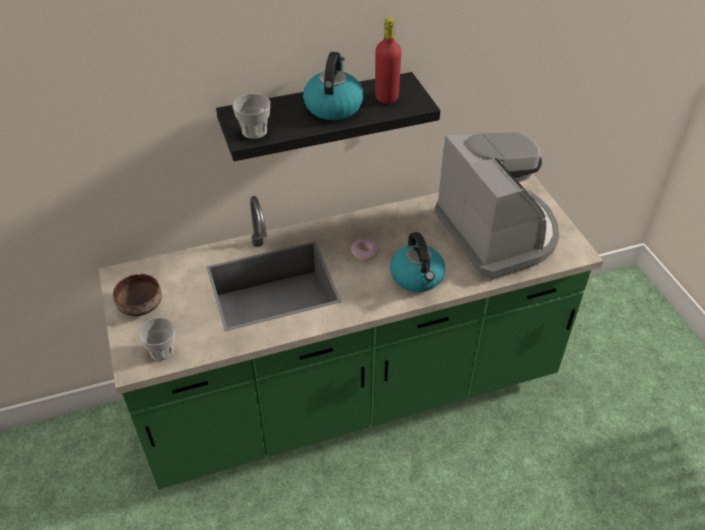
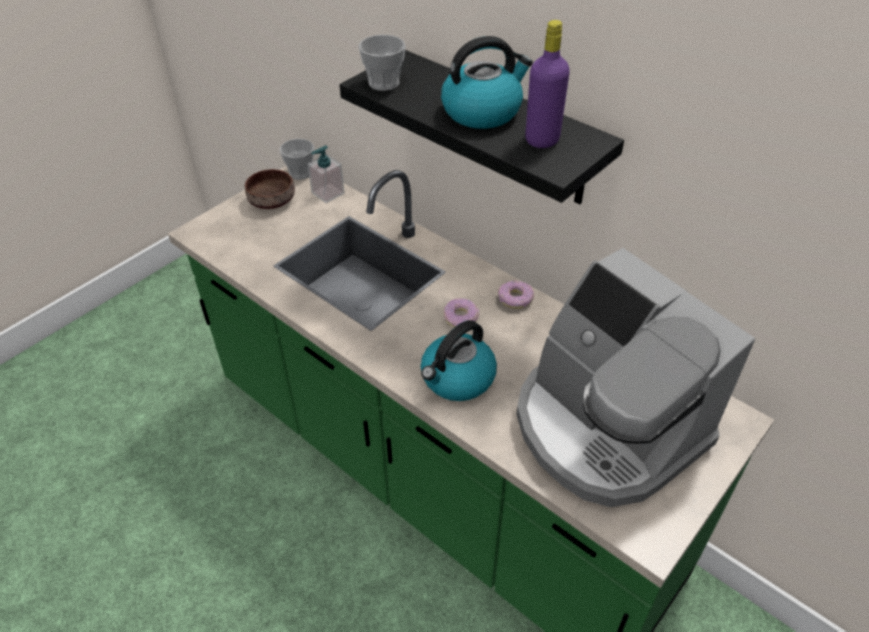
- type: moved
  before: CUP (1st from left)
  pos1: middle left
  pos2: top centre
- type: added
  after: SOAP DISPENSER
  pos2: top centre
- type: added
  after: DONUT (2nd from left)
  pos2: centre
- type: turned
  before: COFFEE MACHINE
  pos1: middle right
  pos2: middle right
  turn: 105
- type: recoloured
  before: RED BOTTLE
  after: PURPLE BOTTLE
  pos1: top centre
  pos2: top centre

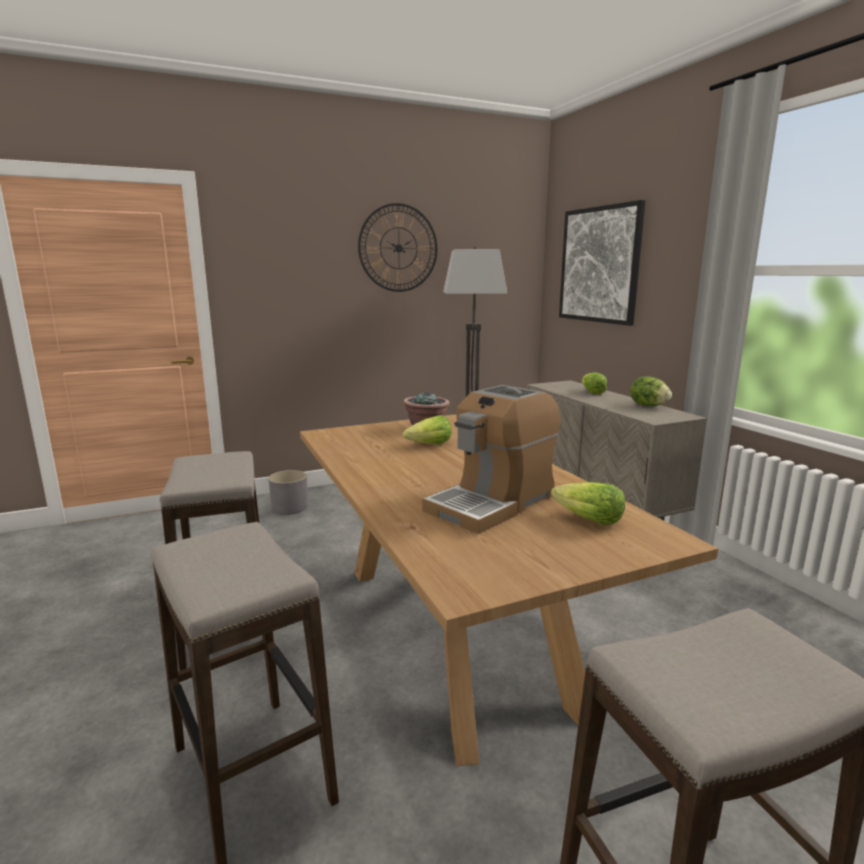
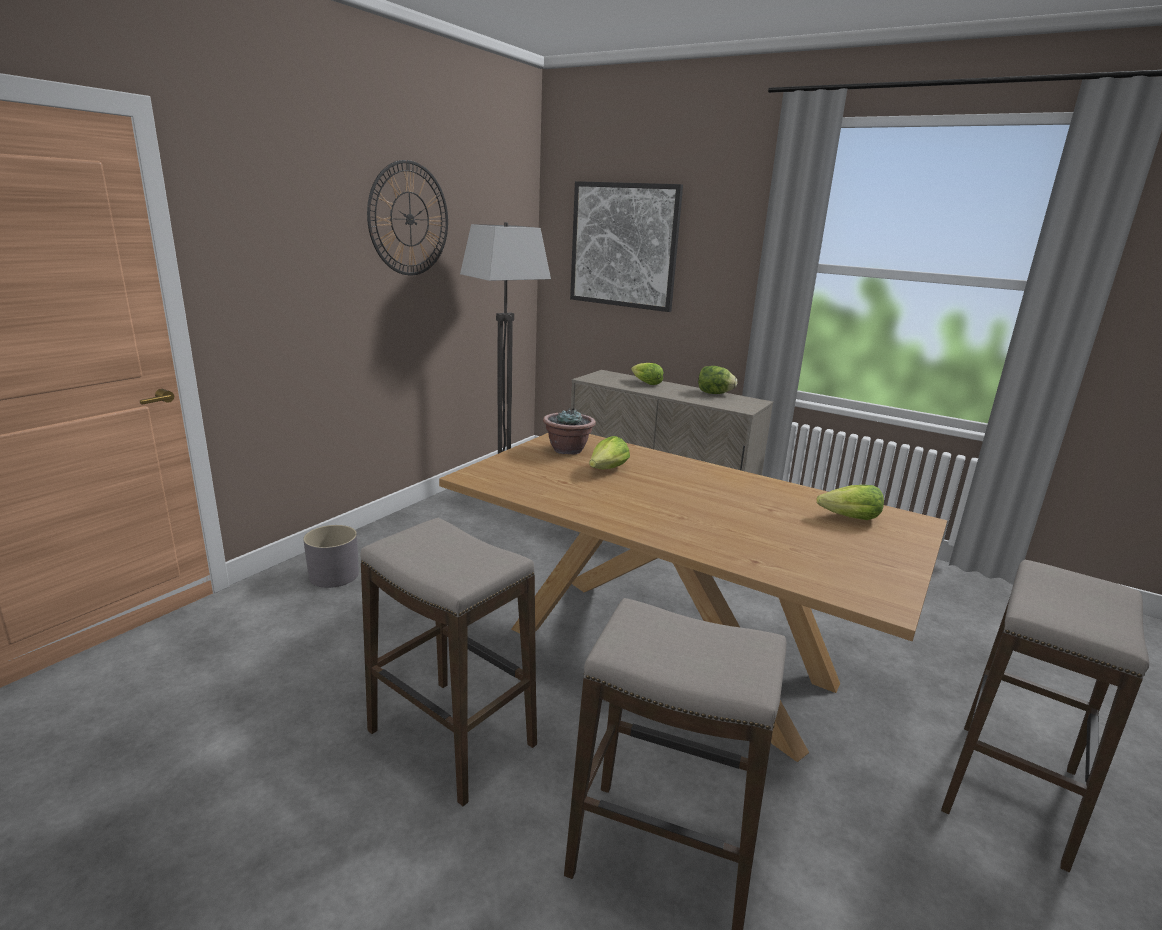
- type: removed
  before: COFFEE MACHINE
  pos1: centre

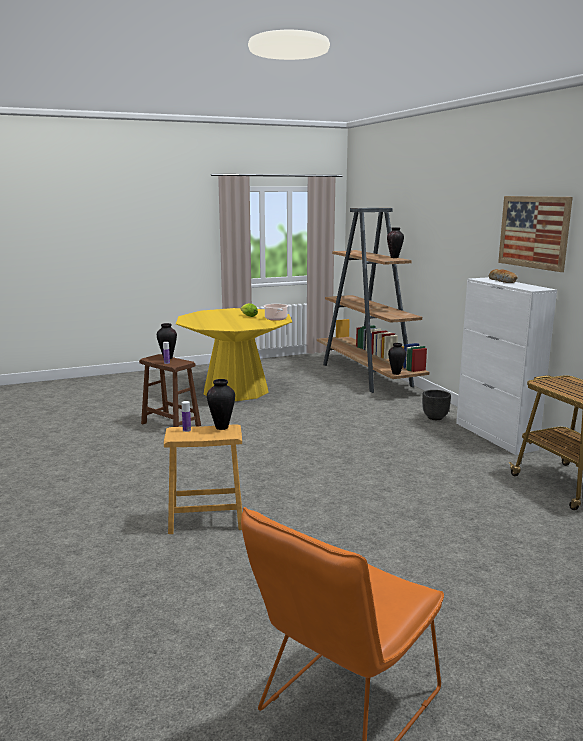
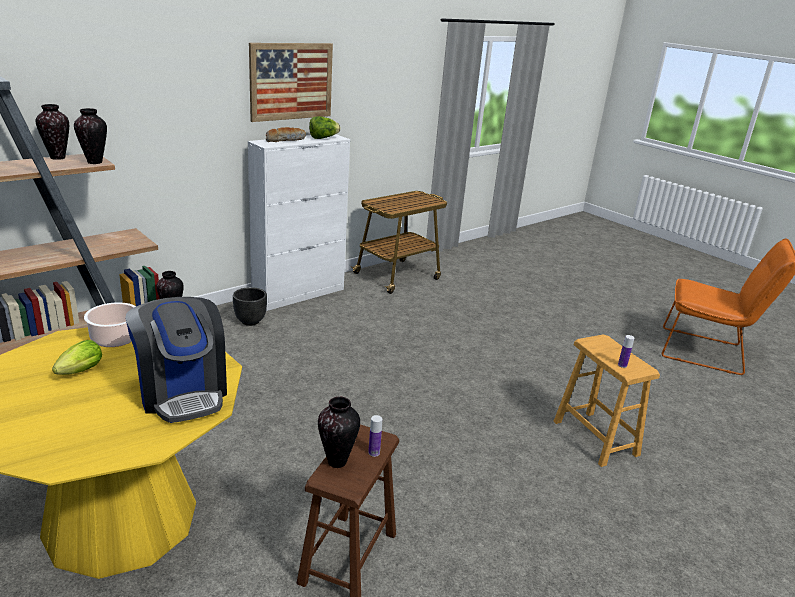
- type: moved
  before: VASE (2nd from left)
  pos1: centre
  pos2: top left
- type: added
  after: COFFEE MACHINE
  pos2: middle left
- type: added
  after: LETTUCE (2nd from left)
  pos2: top centre

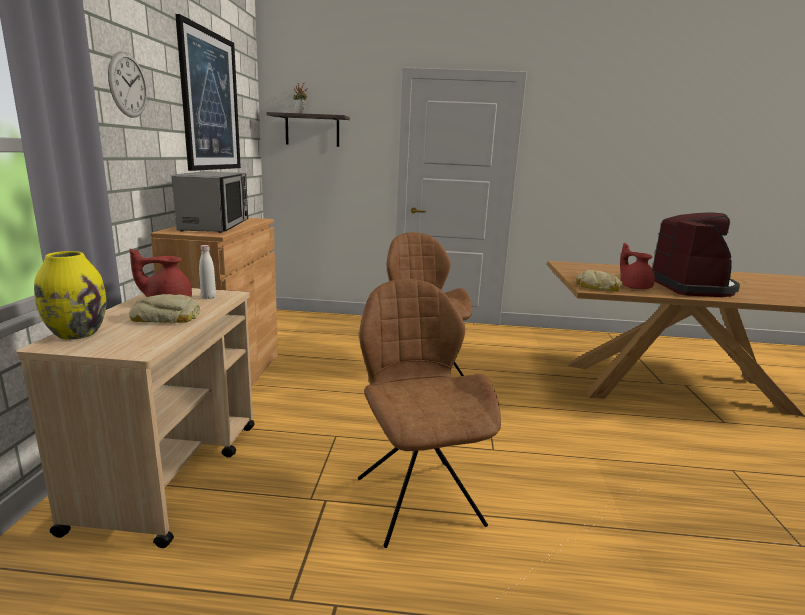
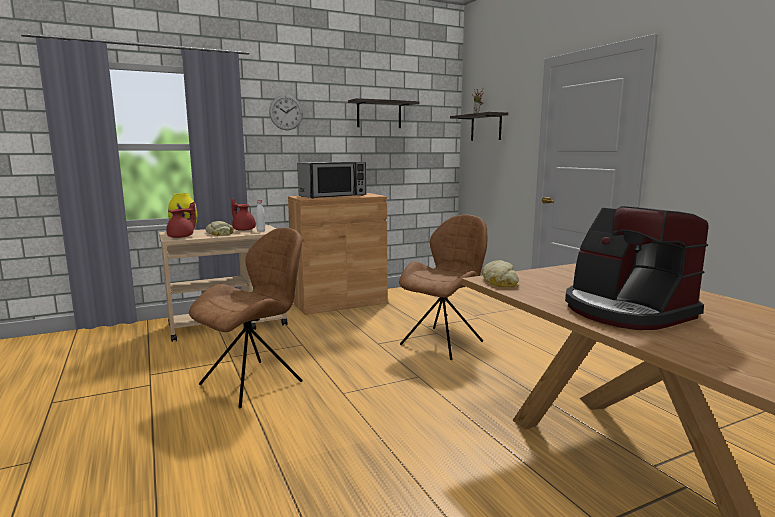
- type: moved
  before: RED TEAPOT (2nd from left in the first image)
  after: RED TEAPOT (1st from left)
  pos1: middle right
  pos2: middle left
- type: replaced
  before: PICTURE
  after: SHELF (1st from left)
  pos1: top left
  pos2: top centre
- type: turned
  before: COFFEE MACHINE
  pos1: middle right
  pos2: middle right
  turn: 90

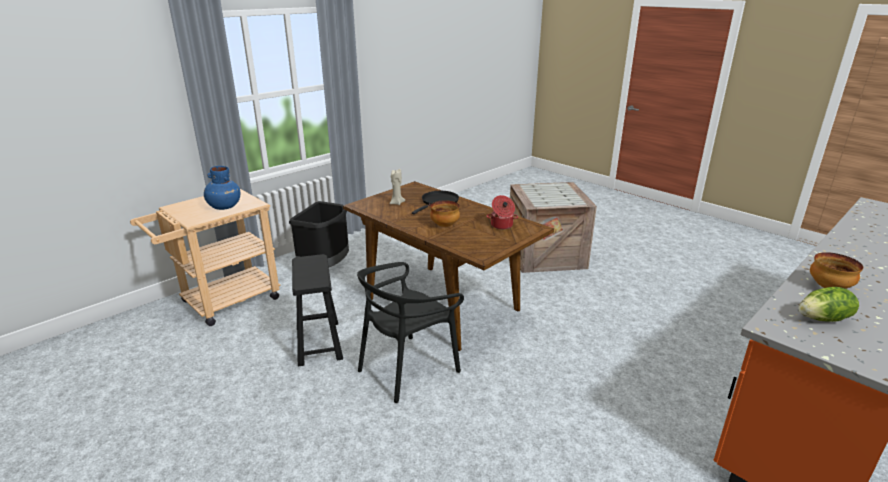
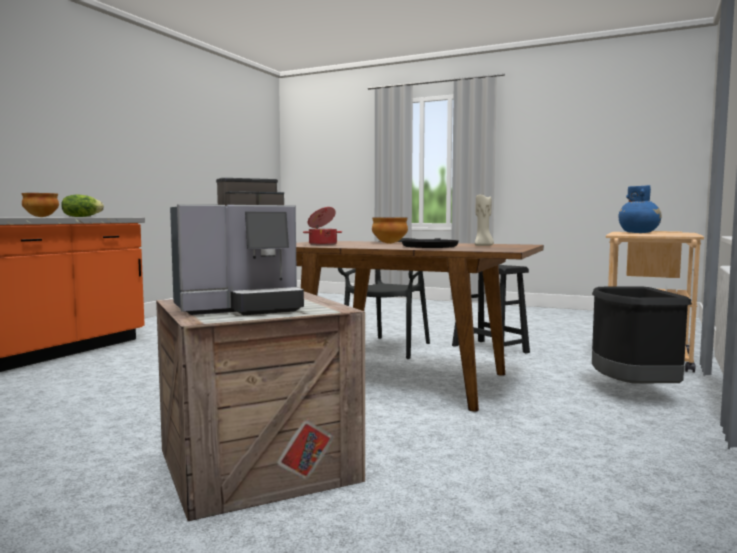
- type: added
  after: COFFEE MACHINE
  pos2: middle left

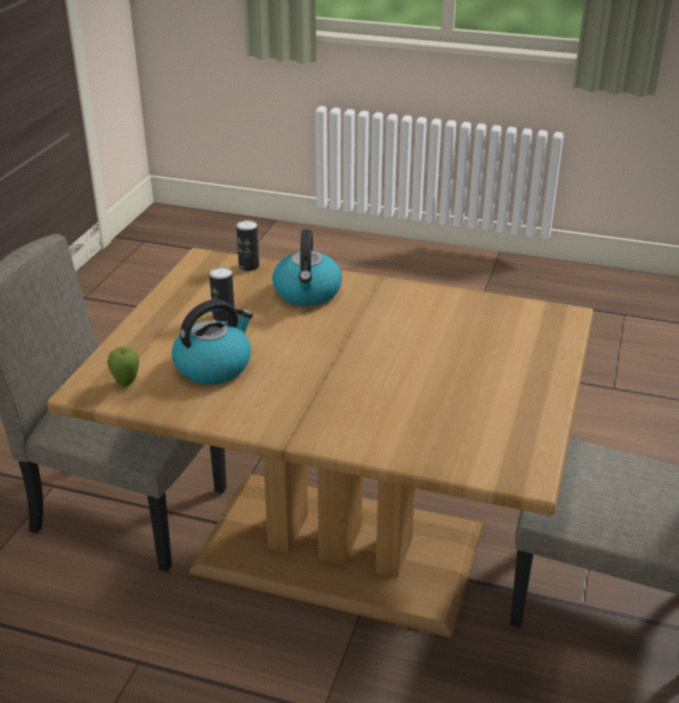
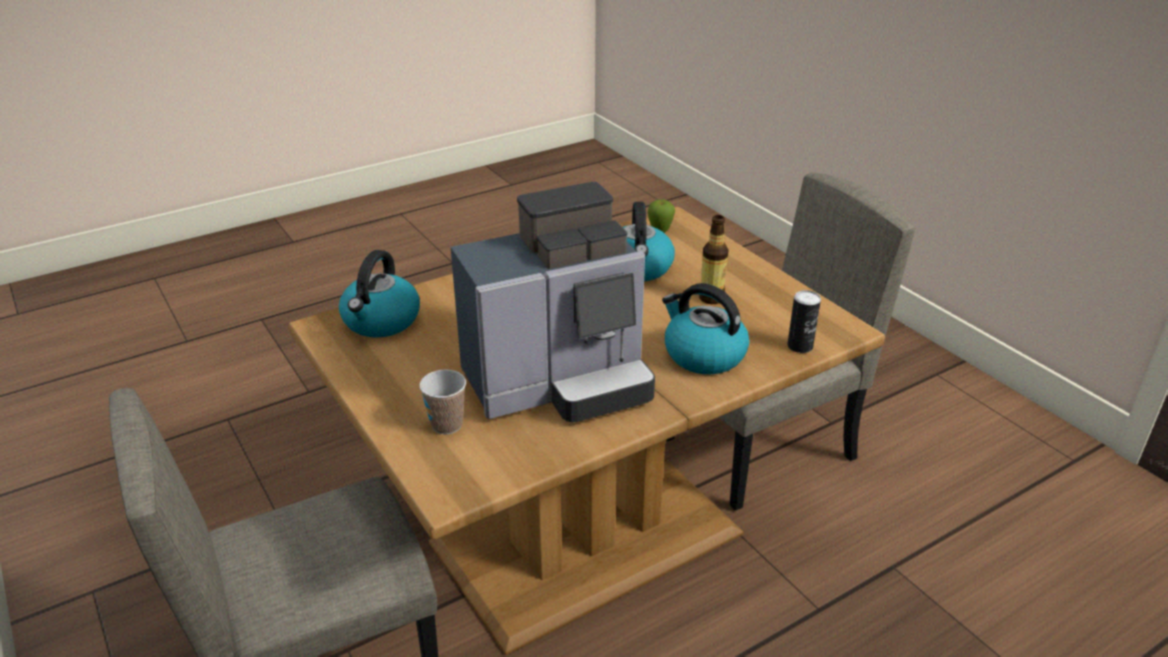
- type: added
  after: KETTLE (1st from left)
  pos2: middle left
- type: added
  after: CUP
  pos2: centre
- type: added
  after: COFFEE MACHINE
  pos2: centre
- type: replaced
  before: CAN (1st from left)
  after: BOTTLE
  pos1: middle left
  pos2: centre

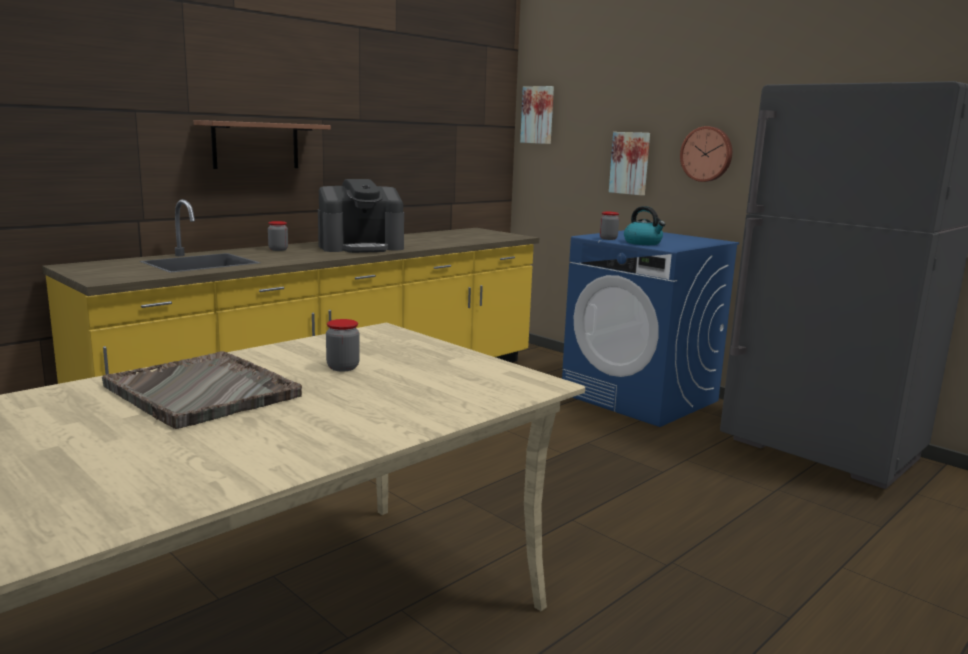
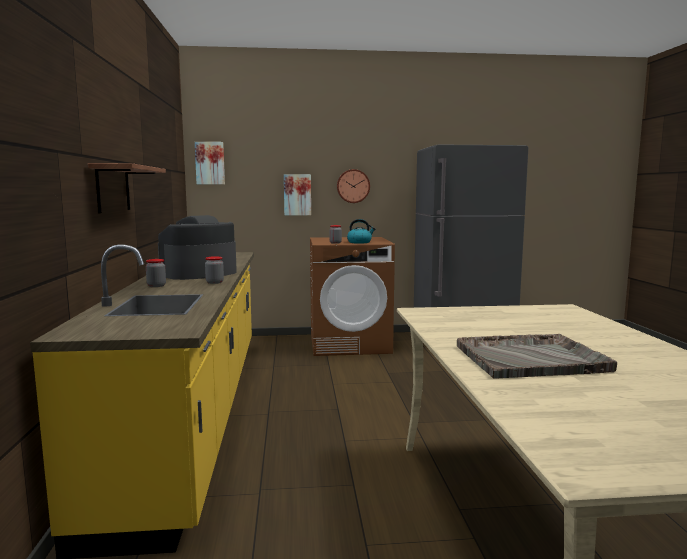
- type: turned
  before: COFFEE MACHINE
  pos1: top centre
  pos2: middle left
  turn: -150
- type: moved
  before: JAR (2nd from left)
  pos1: centre
  pos2: middle left
- type: recoloured
  before: BLUE WASHING MACHINE
  after: BROWN WASHING MACHINE
  pos1: middle right
  pos2: centre

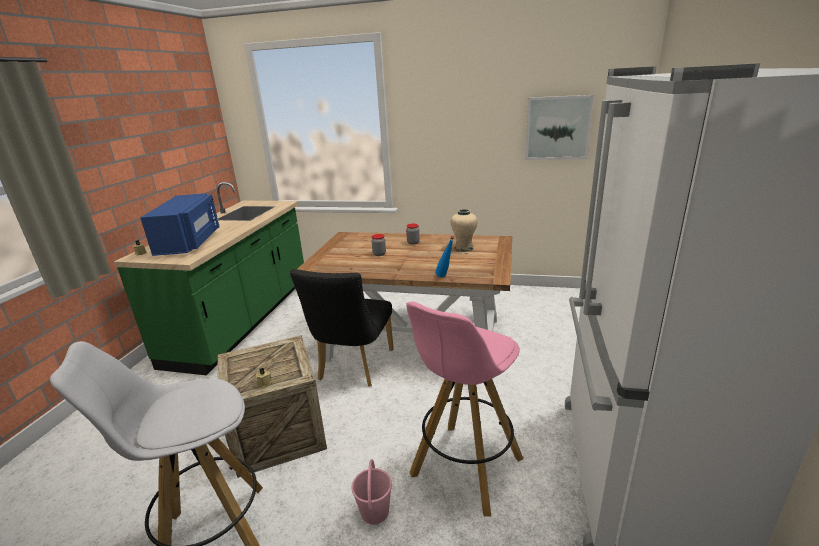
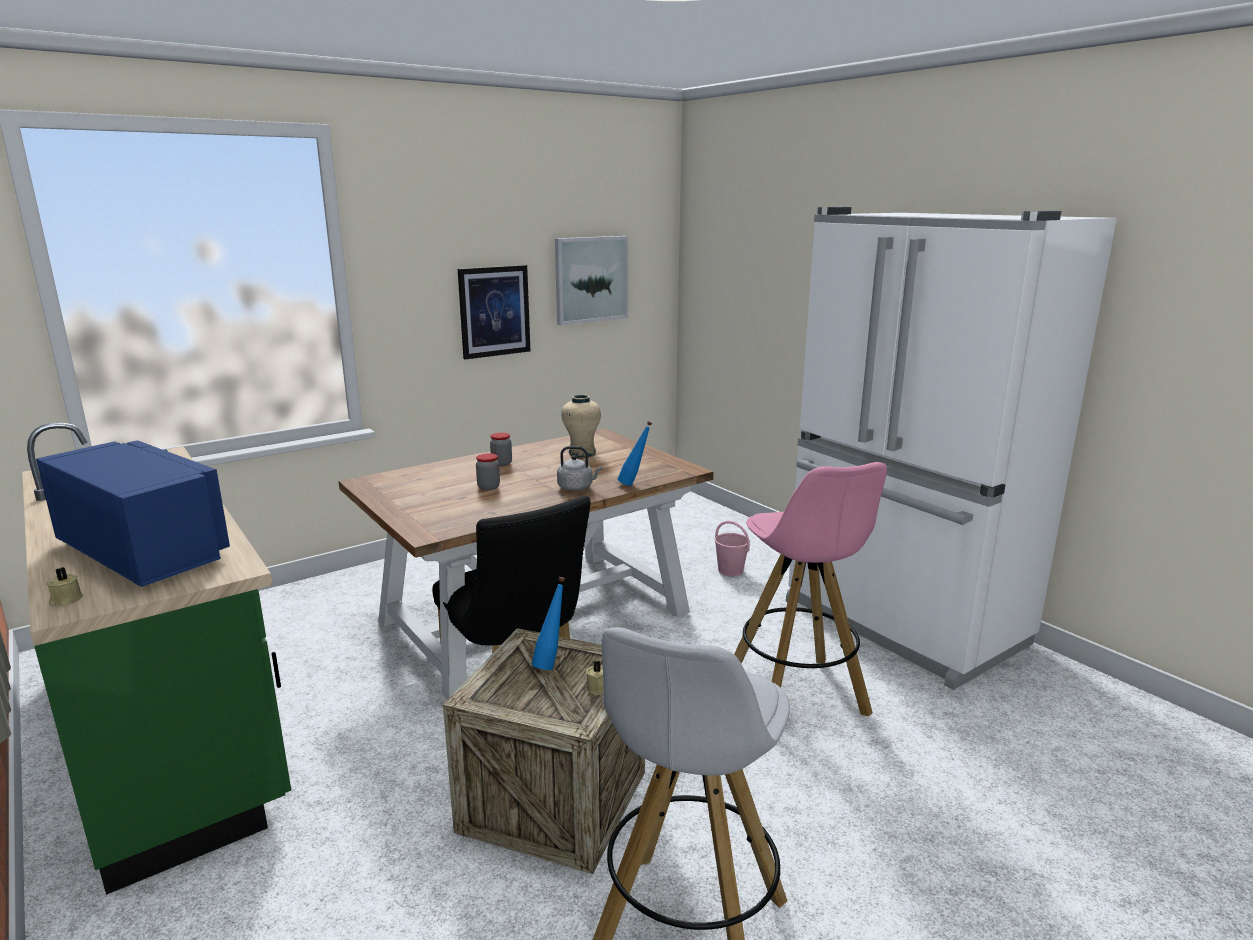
- type: added
  after: PICTURE (1st from left)
  pos2: top centre
- type: added
  after: BLUE BOTTLE (1st from left)
  pos2: centre
- type: added
  after: GREY KETTLE
  pos2: centre
- type: moved
  before: PINK BUCKET
  pos1: bottom centre
  pos2: centre

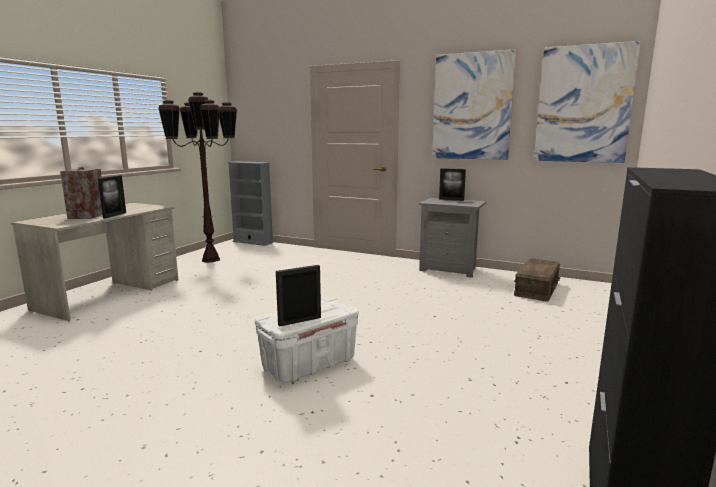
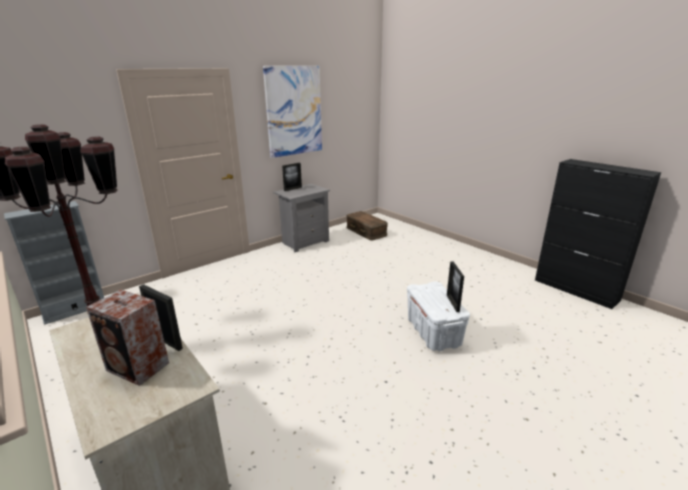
- type: removed
  before: PICTURE (2nd from left)
  pos1: top right

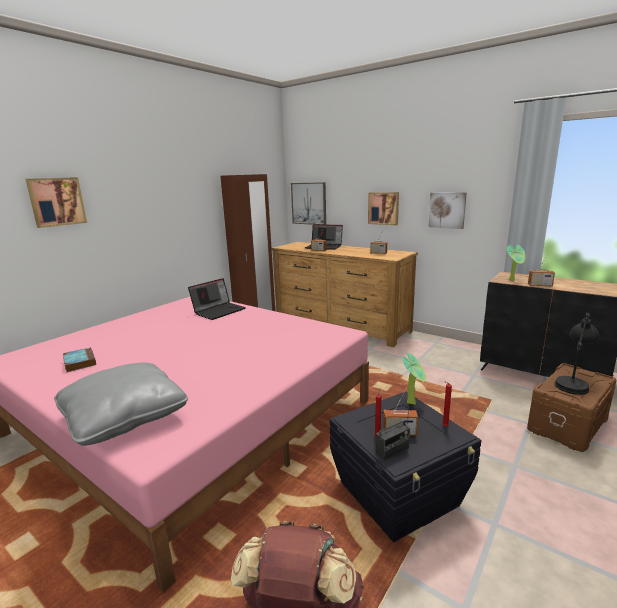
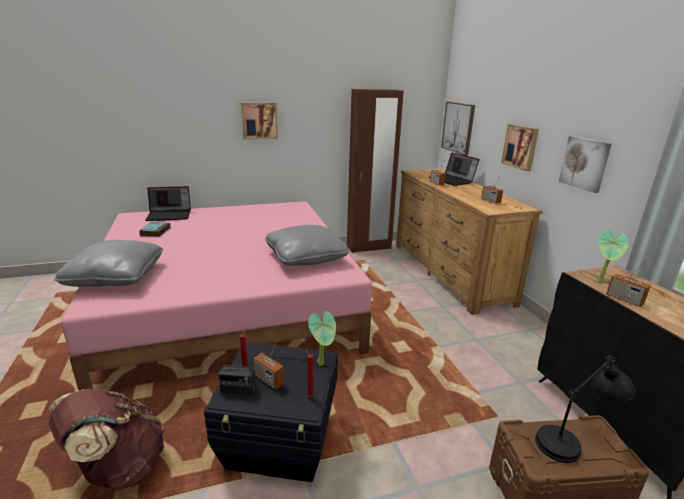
- type: moved
  before: LAPTOP (1st from left)
  pos1: centre
  pos2: middle left
- type: moved
  before: PICTURE (1st from left)
  pos1: top left
  pos2: top centre
- type: added
  after: GREY PILLOW (2nd from left)
  pos2: centre

